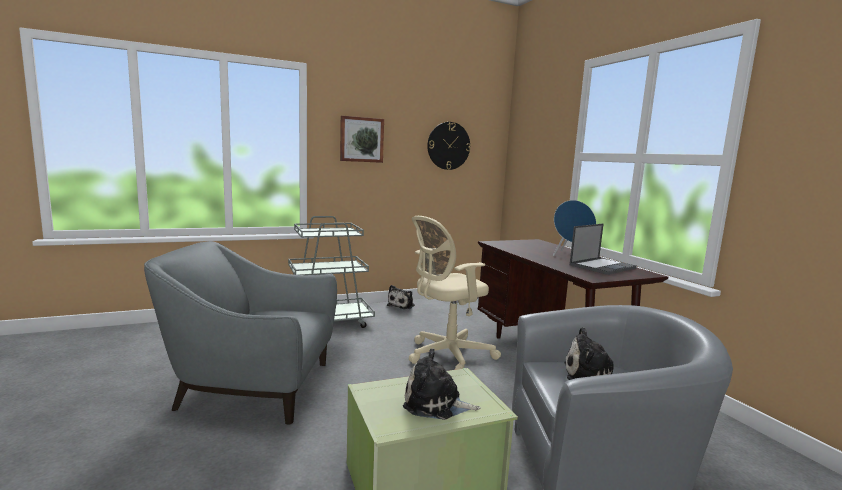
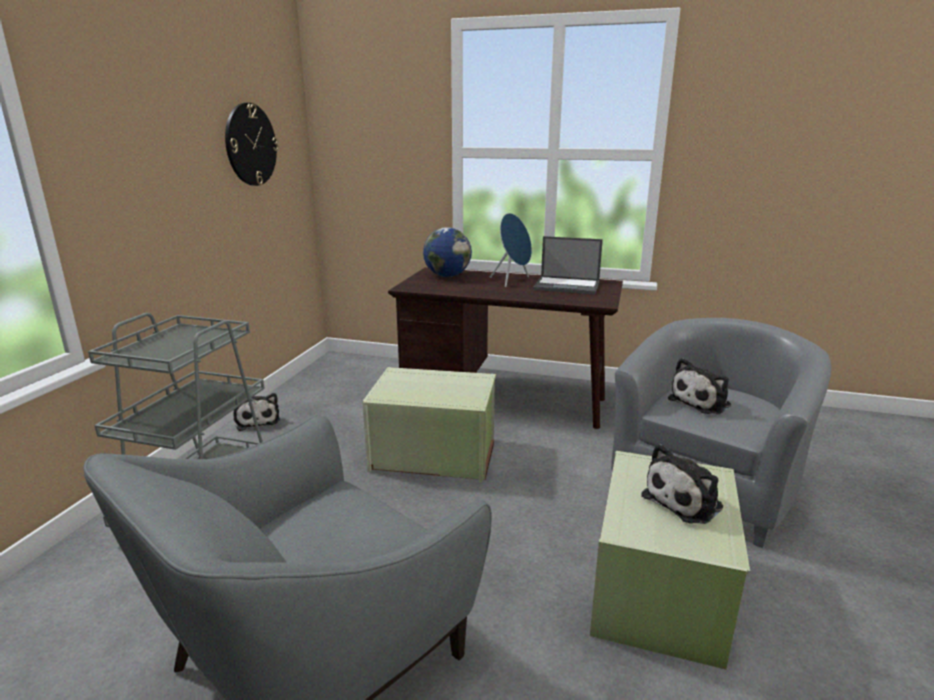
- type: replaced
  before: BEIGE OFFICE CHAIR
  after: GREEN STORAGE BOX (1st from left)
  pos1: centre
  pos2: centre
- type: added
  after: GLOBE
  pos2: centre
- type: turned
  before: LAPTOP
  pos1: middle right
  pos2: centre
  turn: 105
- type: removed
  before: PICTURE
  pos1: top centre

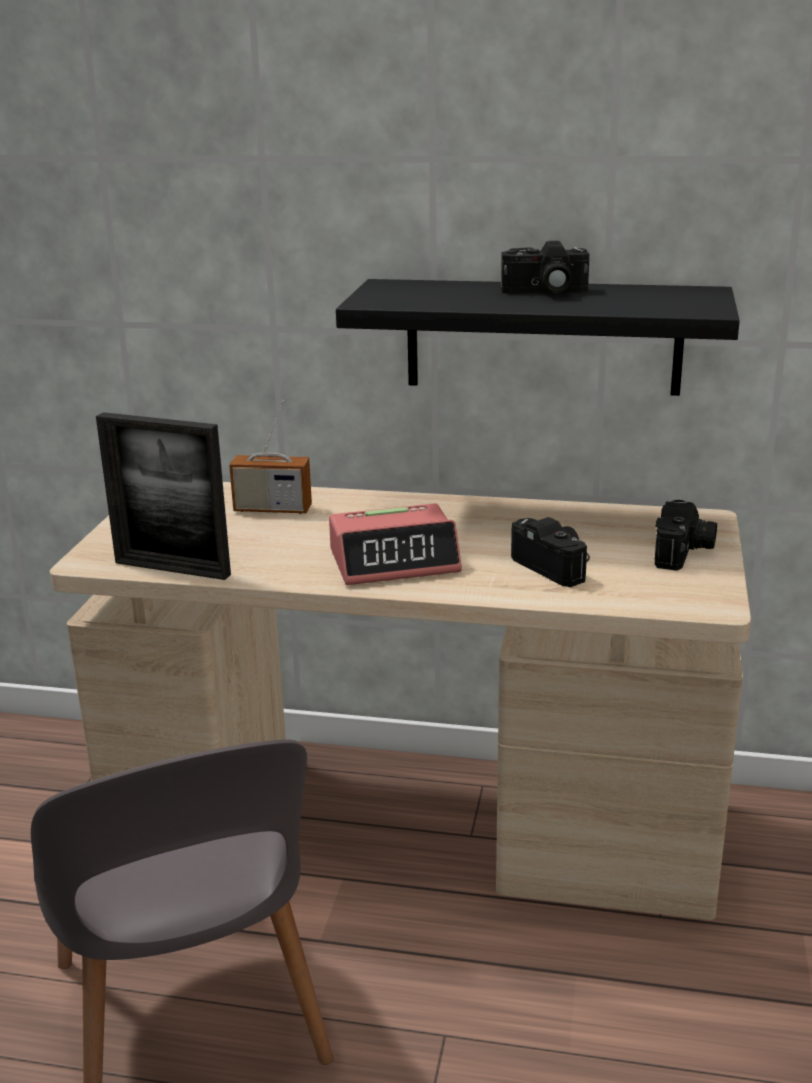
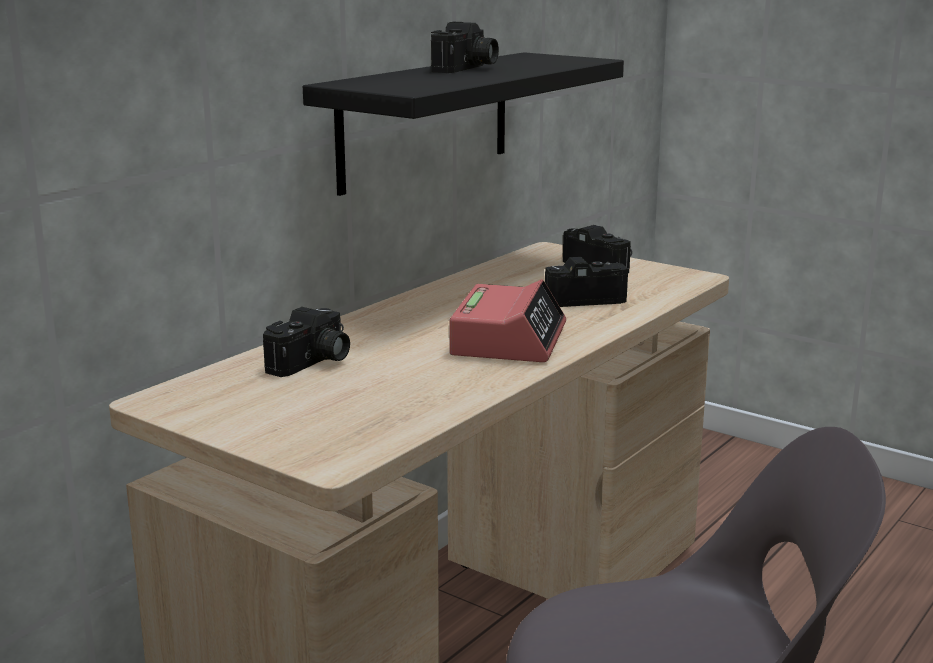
- type: replaced
  before: RADIO
  after: PHOTO CAMERA (1st from left)
  pos1: middle left
  pos2: middle left
- type: removed
  before: PICTURE FRAME
  pos1: middle left

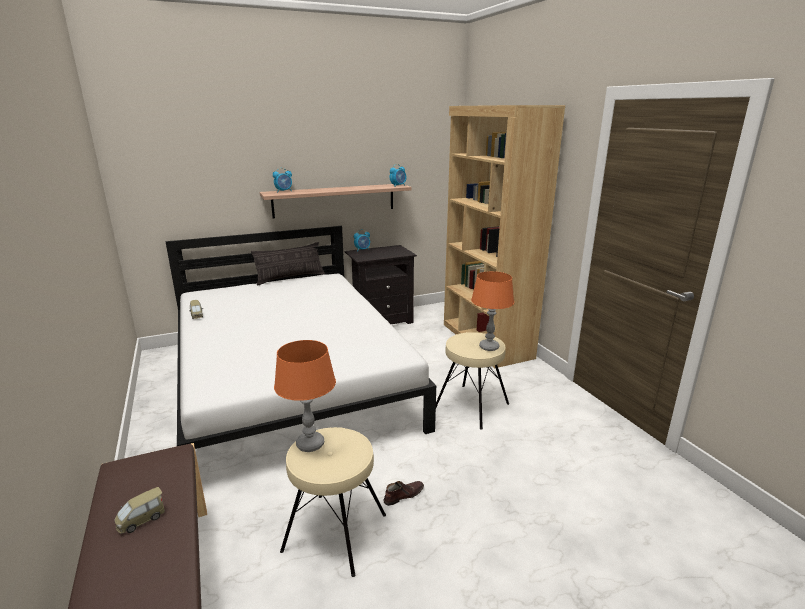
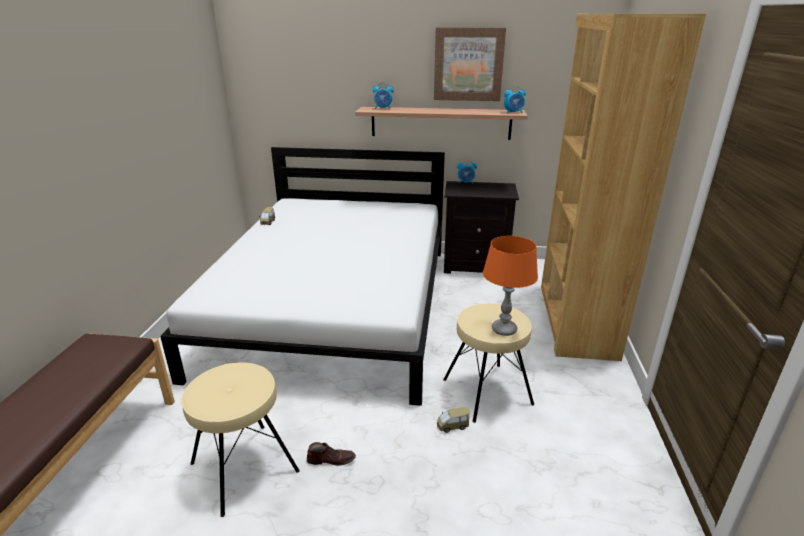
- type: added
  after: PICTURE
  pos2: top centre
- type: moved
  before: TOY CAR (1st from left in the first image)
  after: TOY CAR (2nd from left)
  pos1: bottom left
  pos2: bottom centre
- type: removed
  before: PILLOW
  pos1: centre
- type: removed
  before: ORANGE TABLE LAMP (1st from left)
  pos1: centre

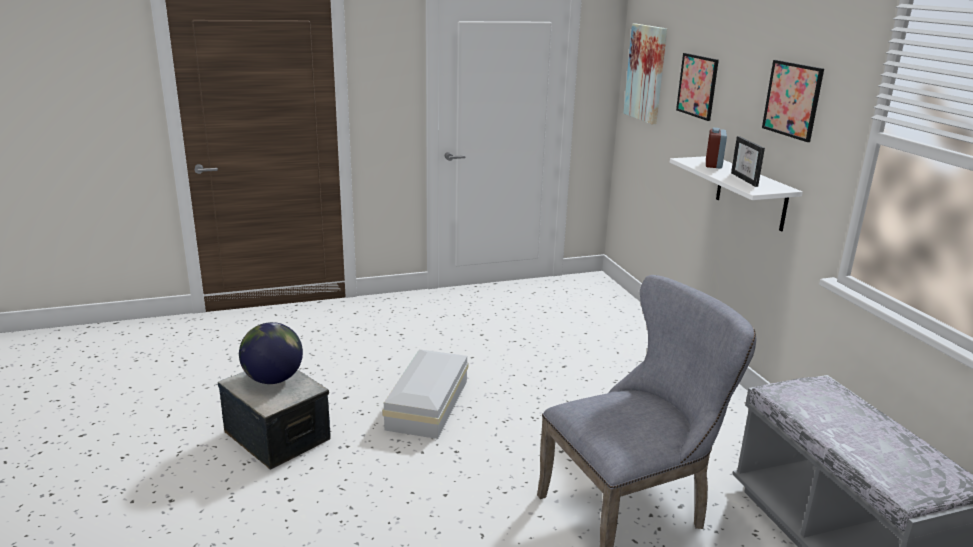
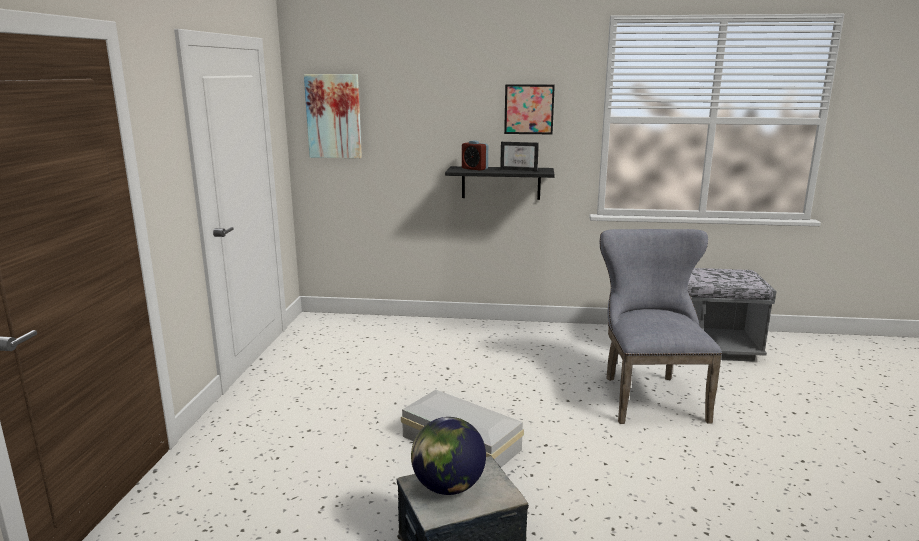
- type: recoloured
  before: WHITE SHELF
  after: BLACK SHELF
  pos1: middle right
  pos2: centre
- type: removed
  before: PICTURE (2nd from left)
  pos1: top right

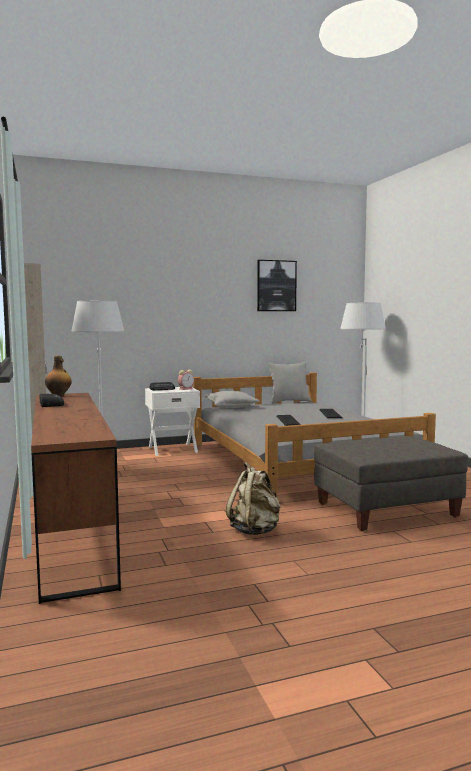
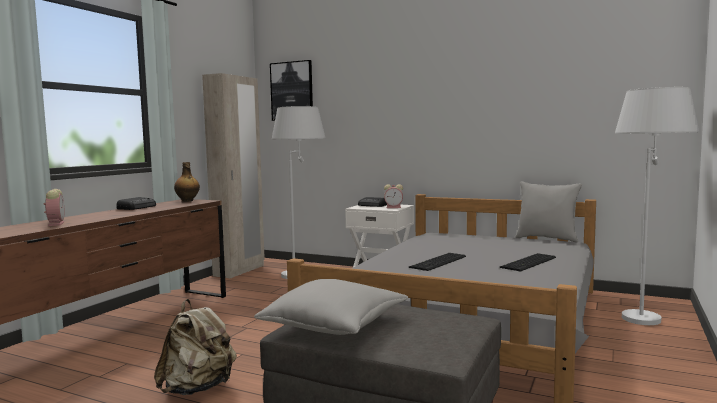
- type: added
  after: ALARM CLOCK (1st from left)
  pos2: middle left
- type: moved
  before: GREY PILLOW (1st from left)
  pos1: centre
  pos2: bottom centre
- type: moved
  before: PICTURE
  pos1: centre
  pos2: top centre

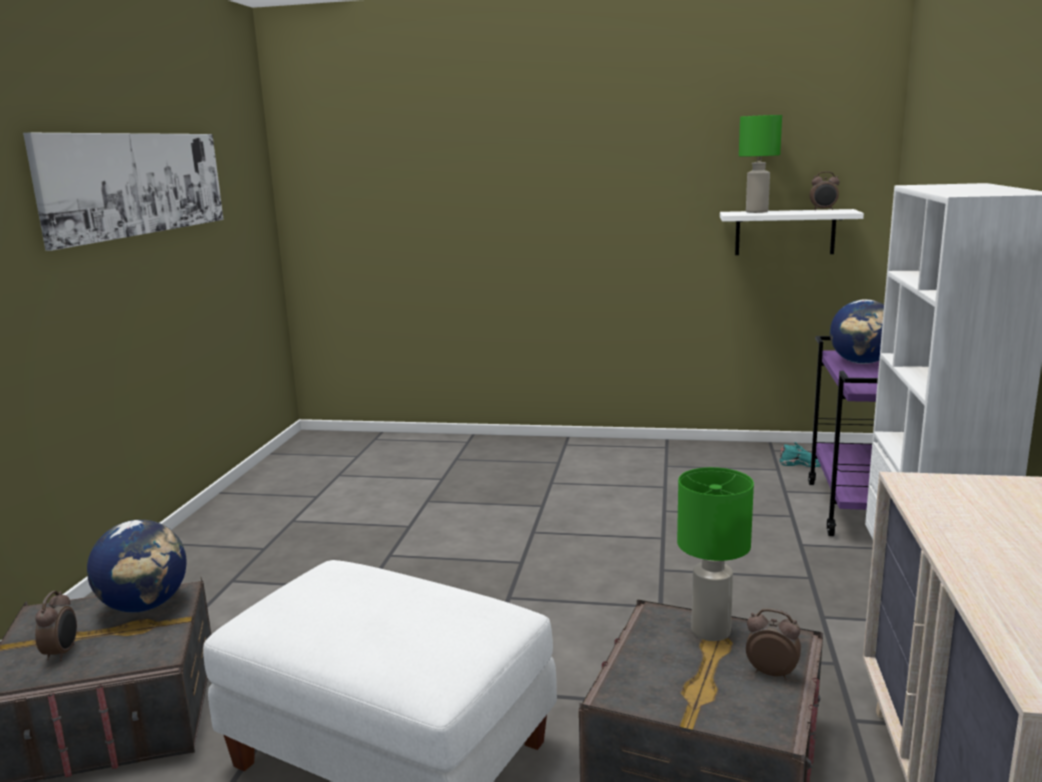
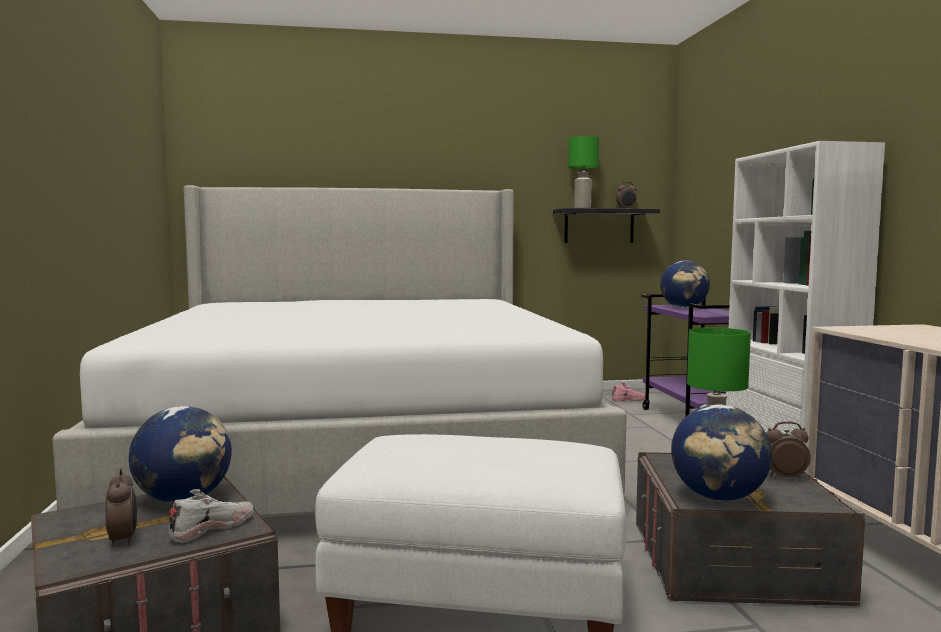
- type: added
  after: BED
  pos2: centre
- type: added
  after: WHITE SHOE
  pos2: bottom left
- type: recoloured
  before: WHITE SHELF
  after: BLACK SHELF
  pos1: top right
  pos2: centre
- type: recoloured
  before: TURQUOISE SHOE
  after: PINK SHOE
  pos1: middle right
  pos2: middle right
- type: added
  after: GLOBE (3rd from left)
  pos2: bottom right
- type: removed
  before: PICTURE
  pos1: top left

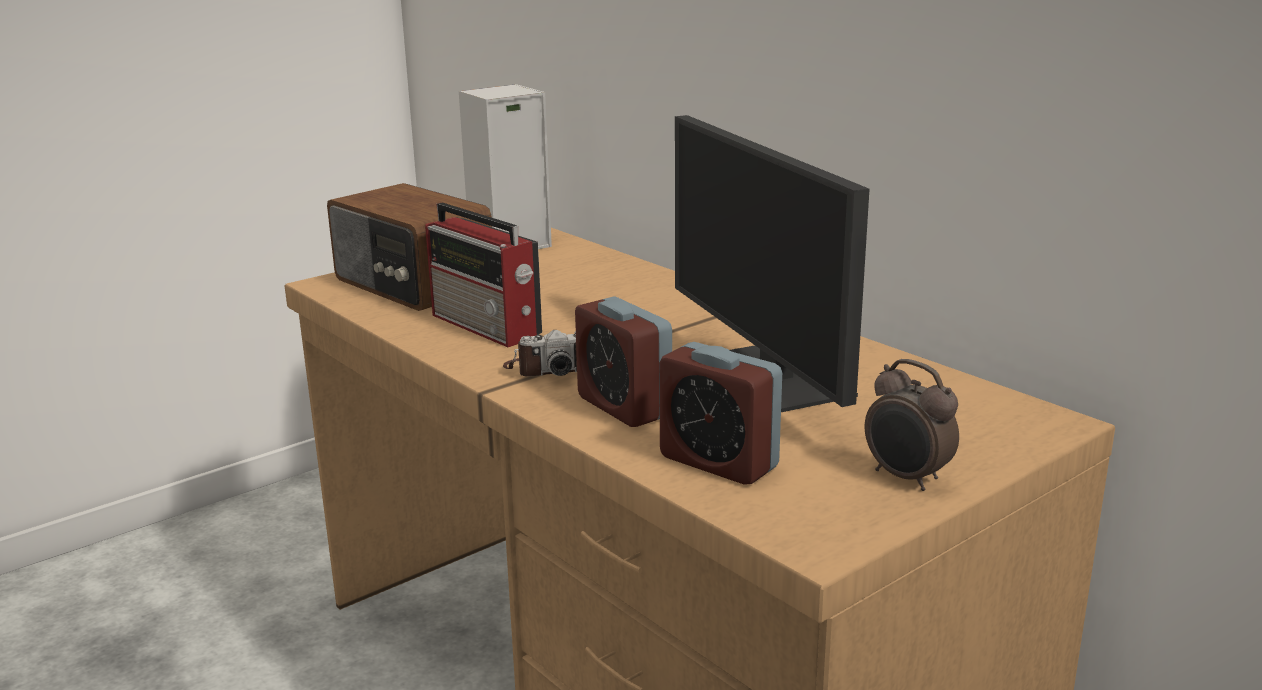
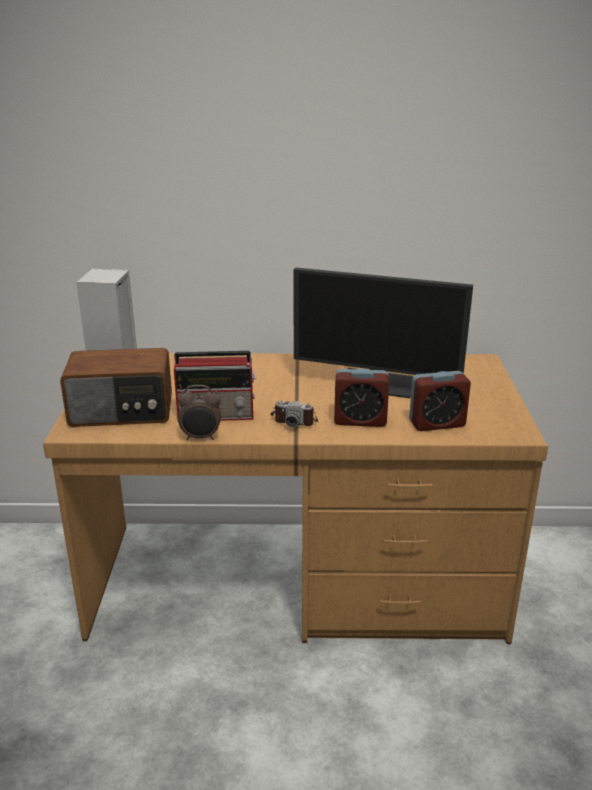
- type: moved
  before: ALARM CLOCK (3rd from left in the first image)
  after: ALARM CLOCK (1st from left)
  pos1: middle right
  pos2: centre
- type: turned
  before: PHOTO CAMERA
  pos1: centre
  pos2: centre
  turn: 75

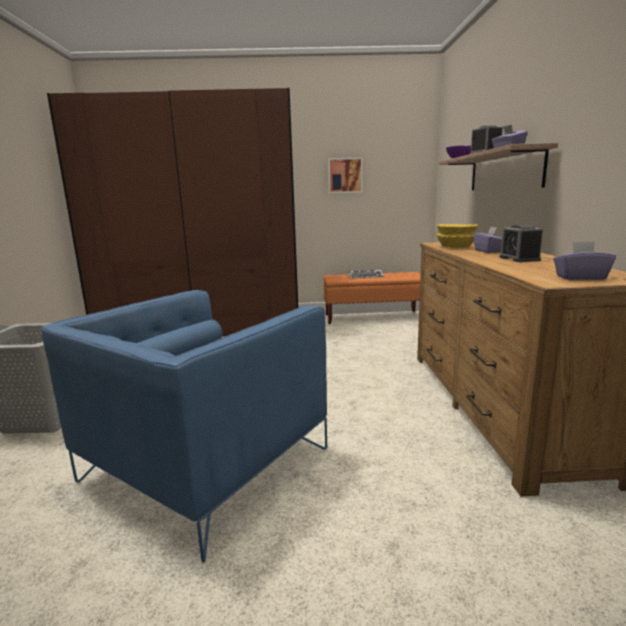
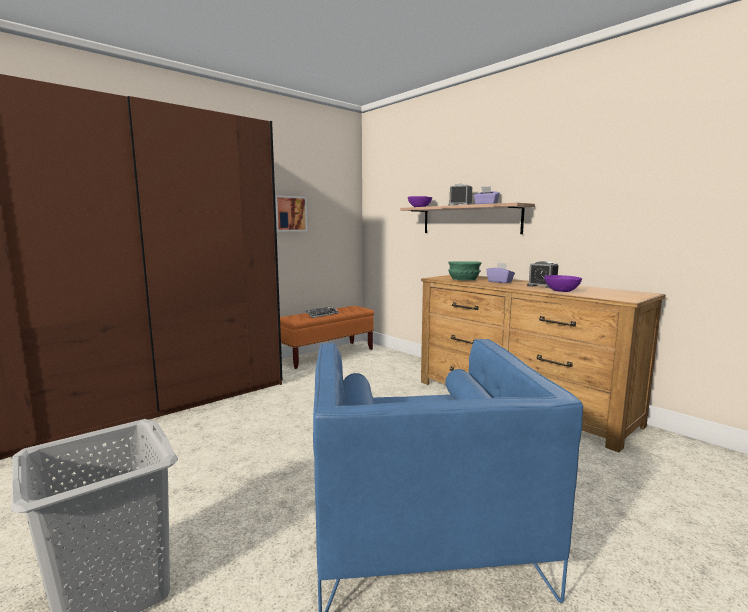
- type: recoloured
  before: YELLOW BOWL
  after: GREEN BOWL
  pos1: middle right
  pos2: centre
- type: added
  after: PURPLE BOWL (2nd from left)
  pos2: middle right
- type: removed
  before: PURPLE TISSUE BOX (3rd from left)
  pos1: middle right

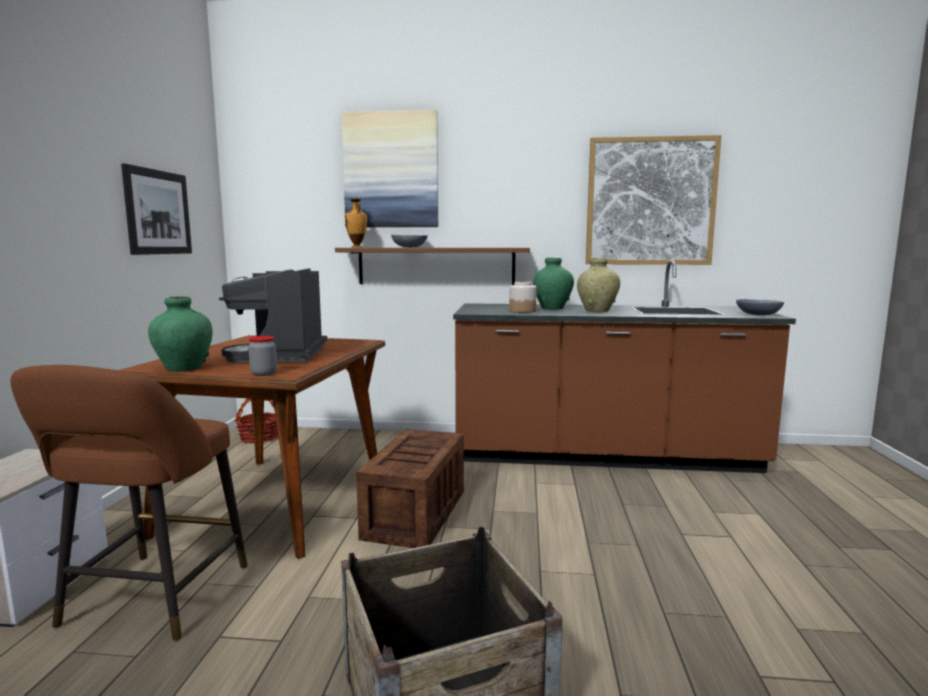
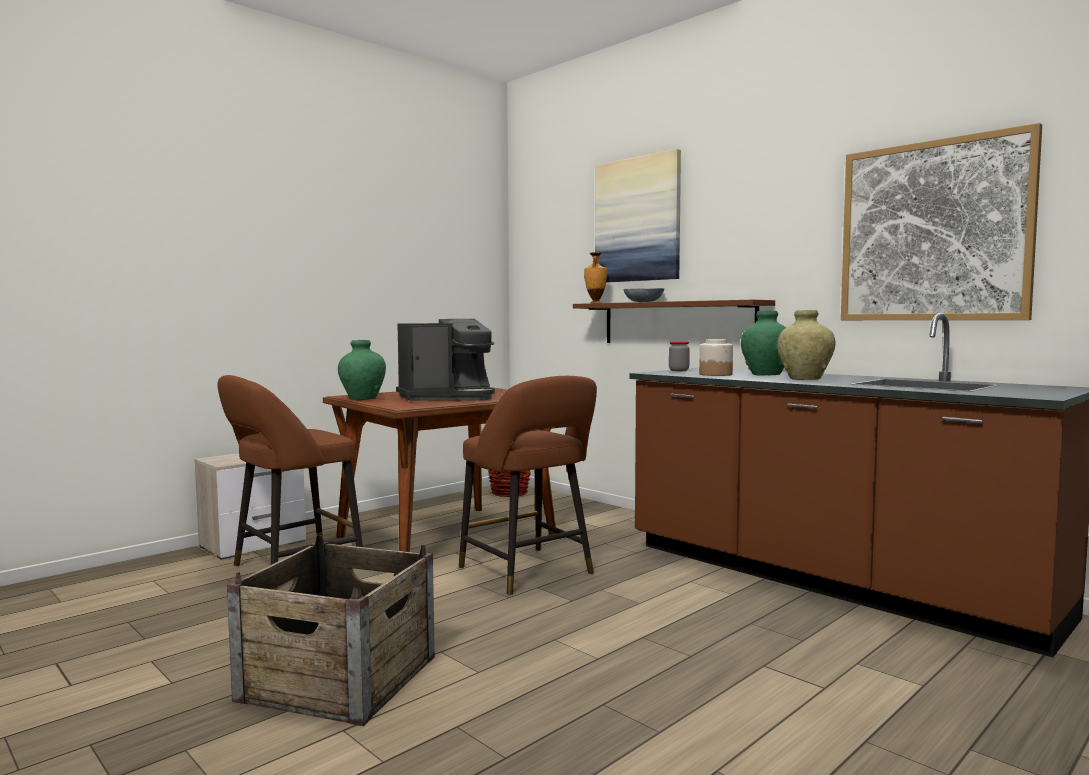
- type: turned
  before: COFFEE MACHINE
  pos1: middle left
  pos2: centre
  turn: -150
- type: replaced
  before: CRATE (1st from left)
  after: BROWN STOOL (2nd from left)
  pos1: bottom centre
  pos2: centre
- type: moved
  before: JAR (1st from left)
  pos1: middle left
  pos2: centre
- type: removed
  before: PICTURE (1st from left)
  pos1: top left
- type: removed
  before: GREY BOWL (2nd from left)
  pos1: middle right

